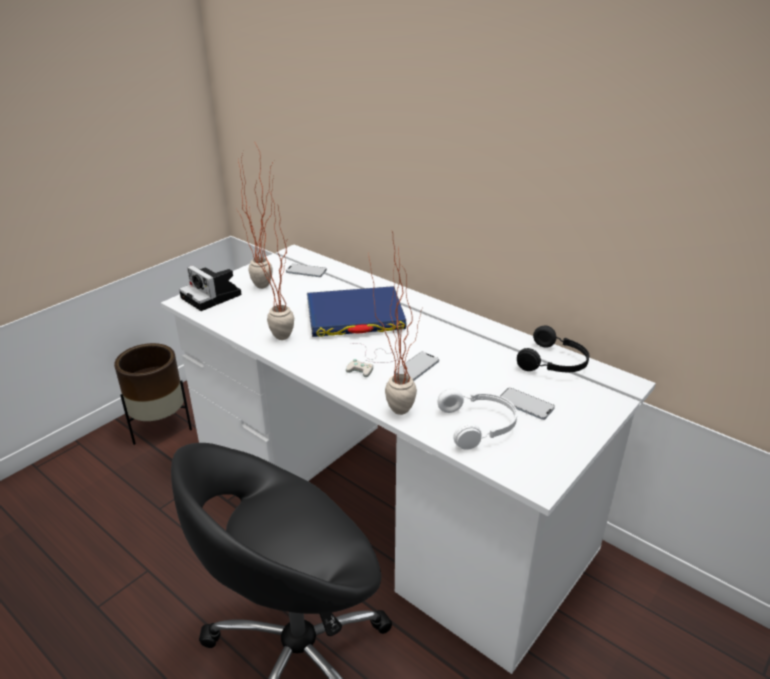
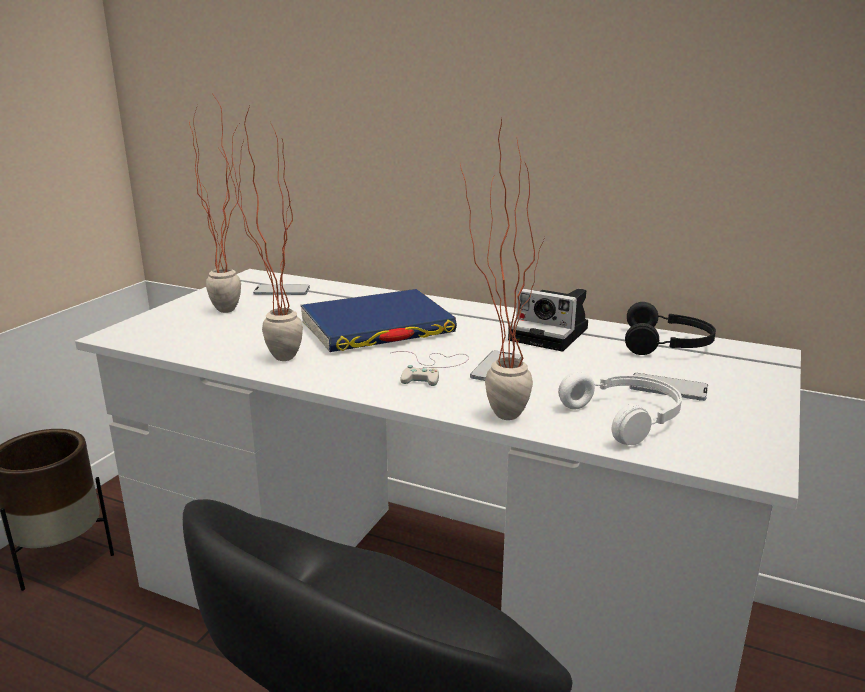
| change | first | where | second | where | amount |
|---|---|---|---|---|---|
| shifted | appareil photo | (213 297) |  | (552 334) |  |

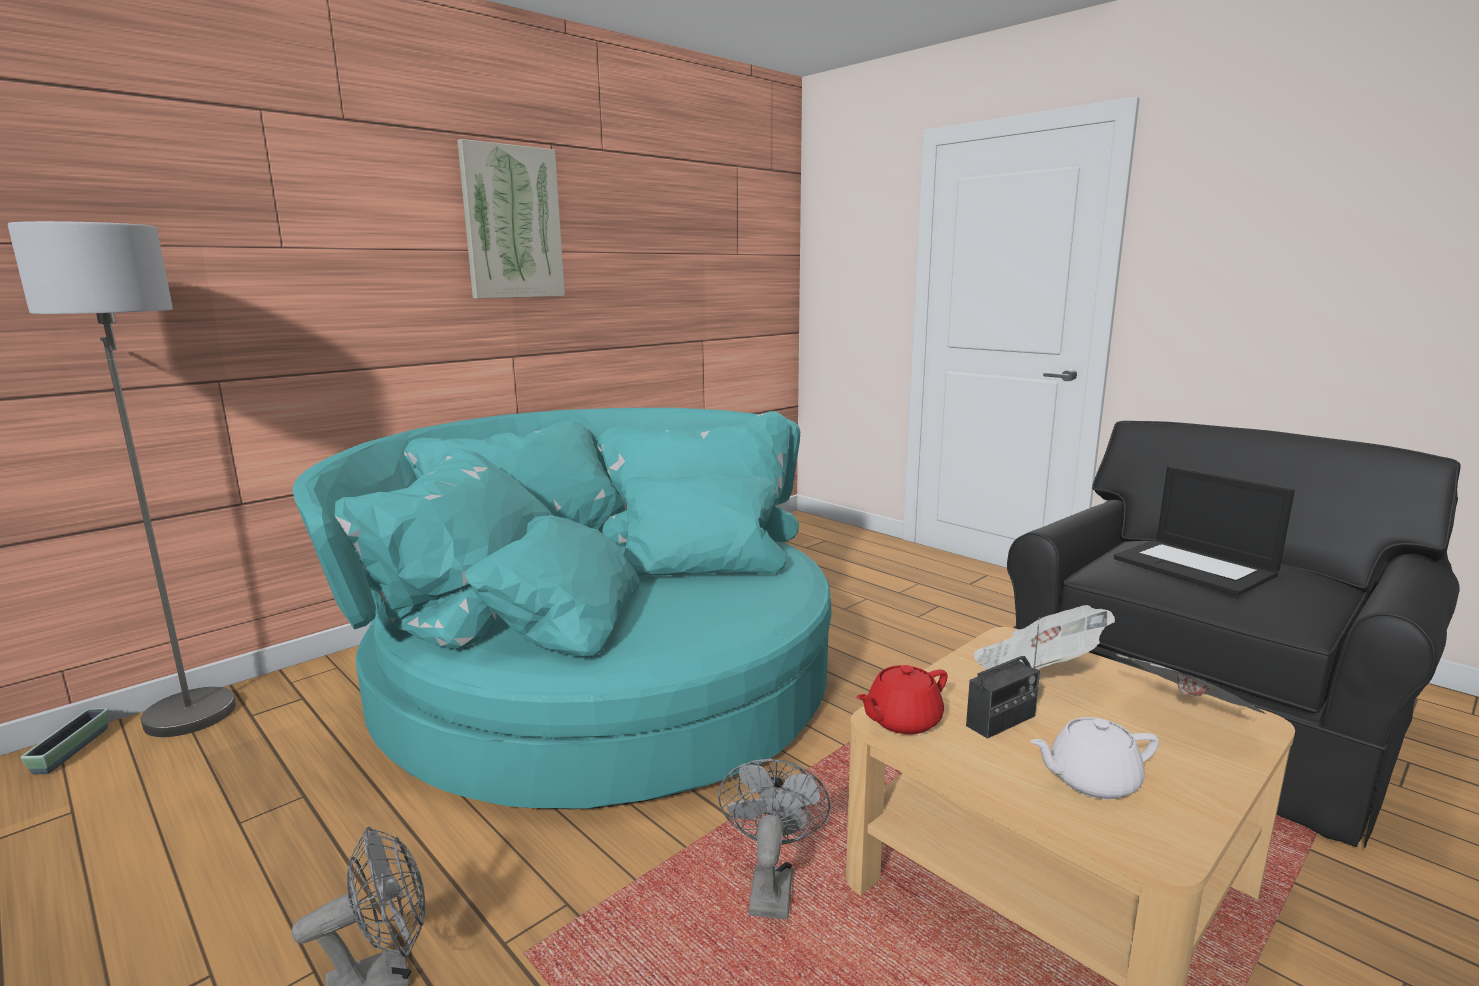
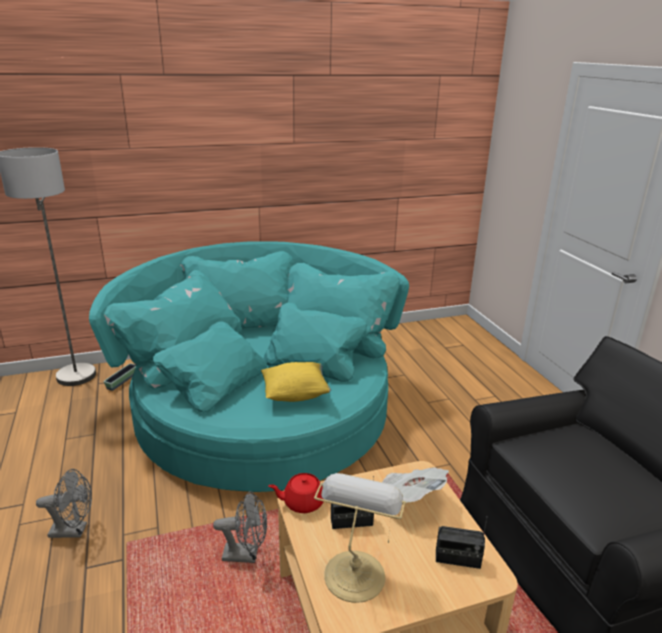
| change | first | where | second | where | amount |
|---|---|---|---|---|---|
| gone | tableau | (512 223) |  |  |  |
| gone | ordinateur portable | (1196 567) |  |  |  |
| new |  |  | coussin (jaune) | (296 394) |  |
| shifted | cache-pot | (71 750) |  | (122 381) |  |
| swapped | théière (blanc) | (1091 780) | lampe de table | (355 572) |  |
| swapped | journal | (1187 717) | radio | (457 559) |  |
| rotated | ventilateur (gris) | (771 885) |  | (246 554) | 60 degrees clockwise |

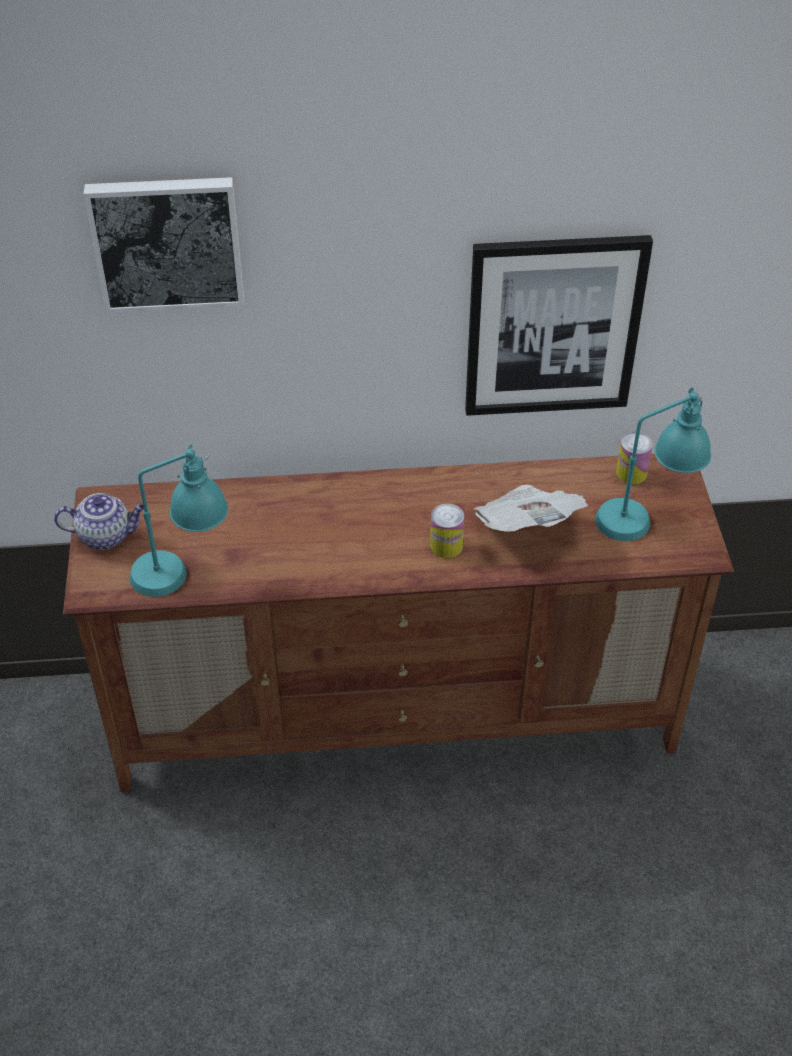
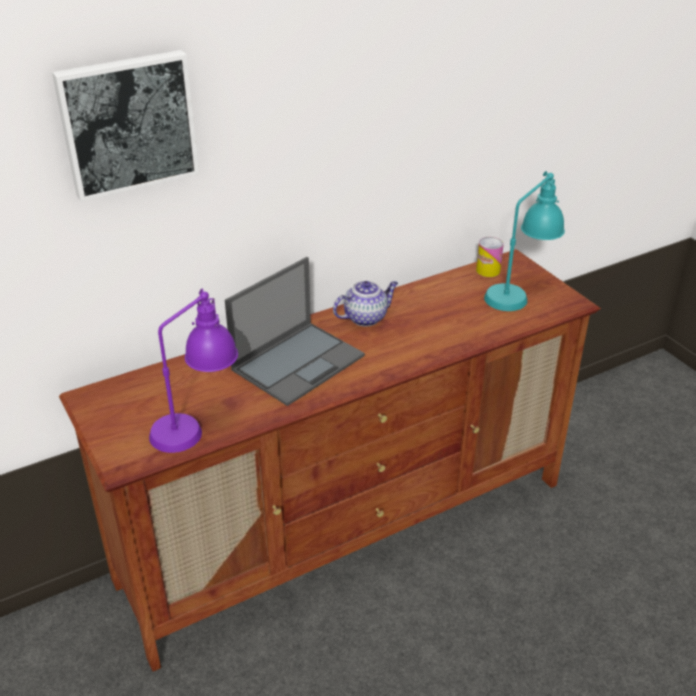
| change | first | where | second | where | amount |
|---|---|---|---|---|---|
| gone | boîte métallique | (446 545) |  |  |  |
| gone | tableau | (553 326) |  |  |  |
| gone | journal | (527 527) |  |  |  |
| new |  |  | ordinateur portable | (299 362) |  |
| shifted | théière | (106 536) |  | (366 317) |  |
| repainted | lampe de table (turquoise) | (183 573) | lampe de table (violet) | (197 427) |  |

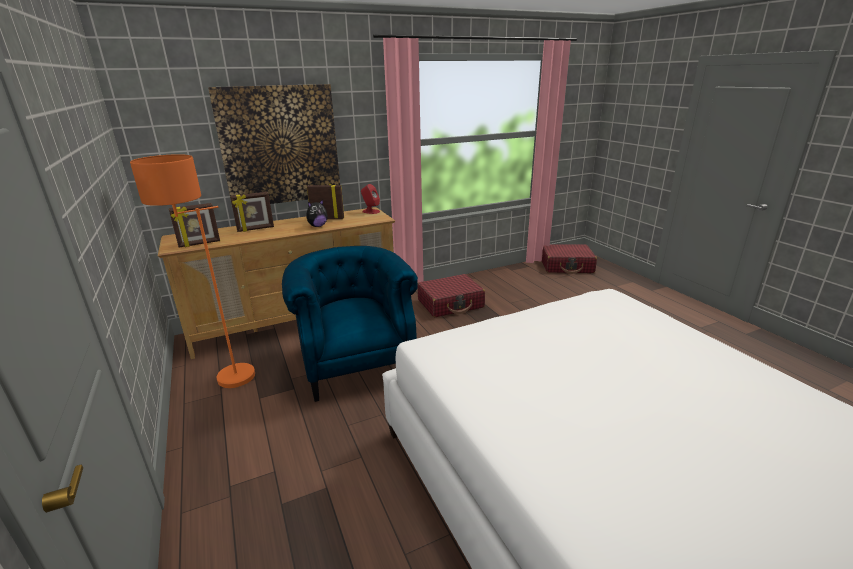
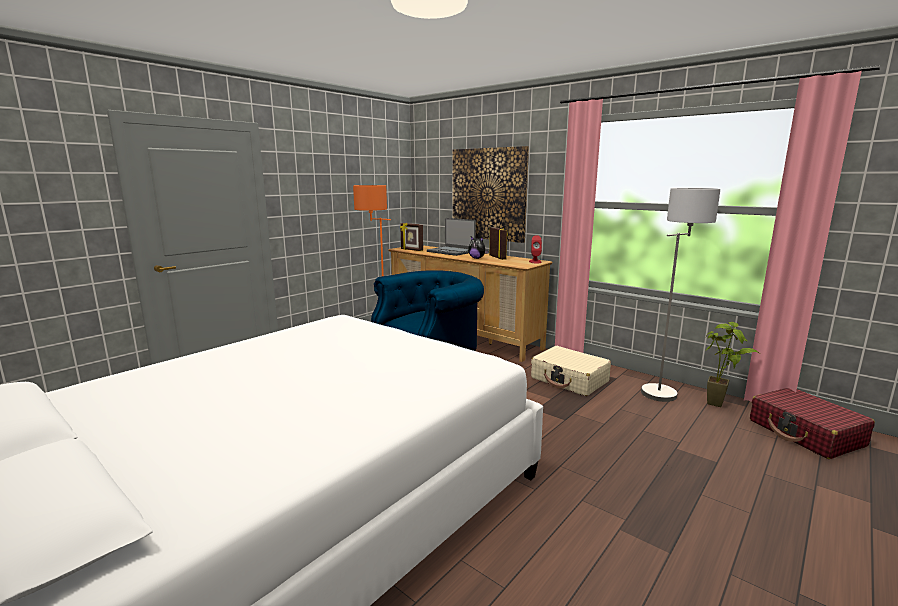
| change | first | where | second | where | amount |
|---|---|---|---|---|---|
| new |  |  | lampadaire (gris) | (665 392) |  |
| new |  |  | plante en pot | (721 406) |  |
| swapped | cadre photo | (255 229) | ordinateur portable | (451 252) |  |
| repainted | valise (rouge) | (450 304) | valise (beige) | (569 380) |  |

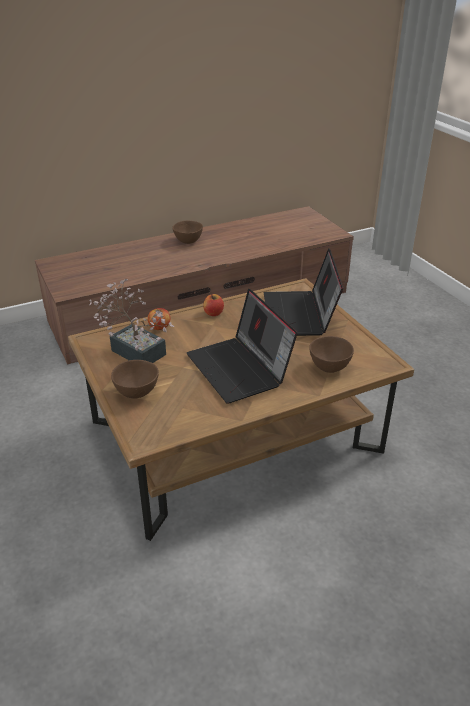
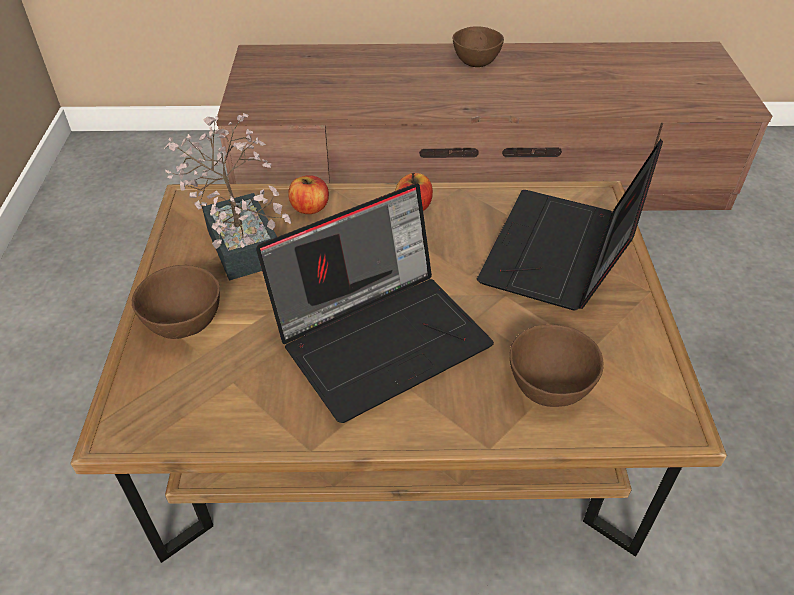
| change | first | where | second | where | amount |
|---|---|---|---|---|---|
| rotated | ordinateur portable | (240 369) |  | (382 336) | 120 degrees counterclockwise |

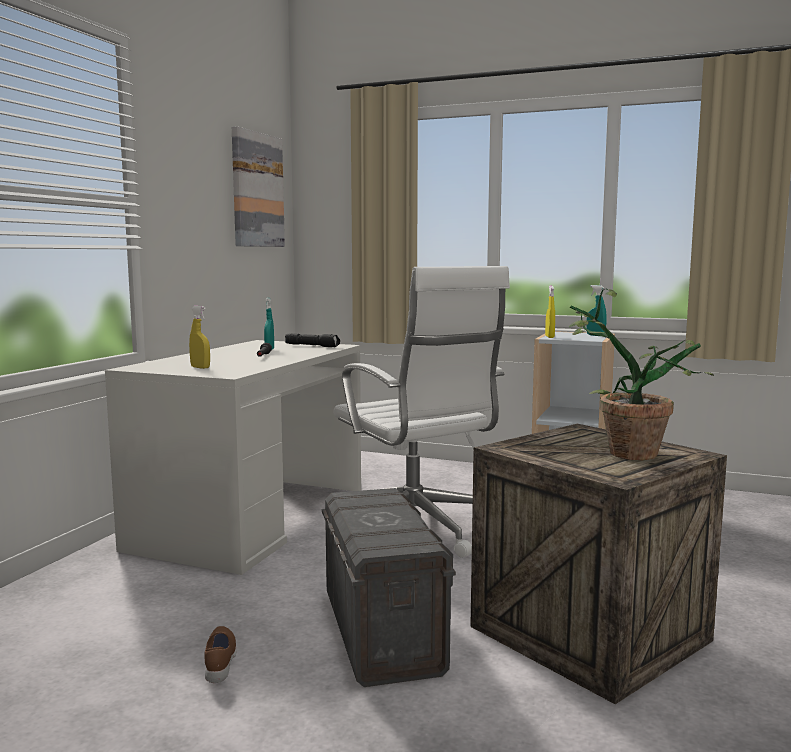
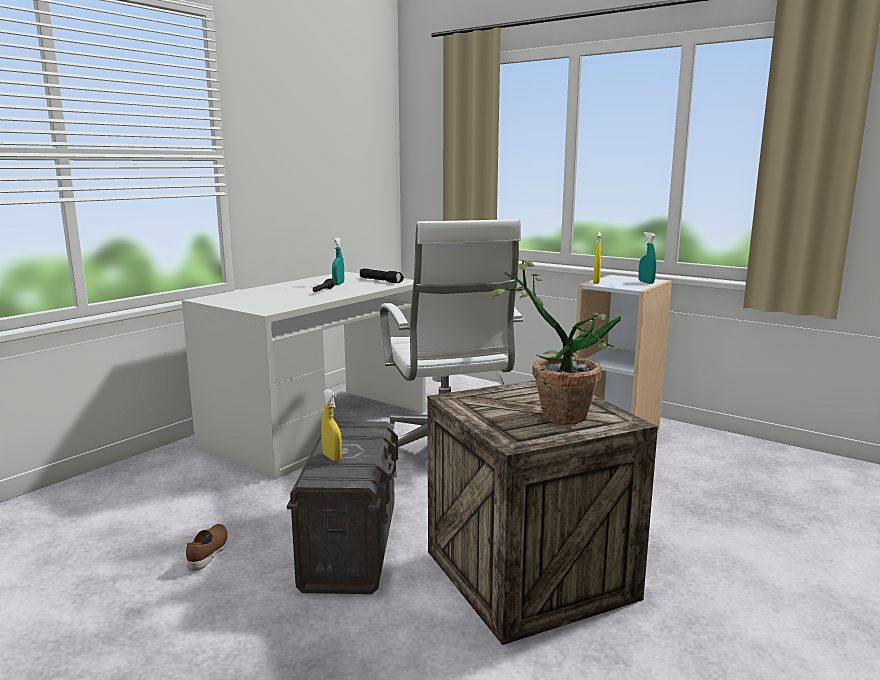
| change | first | where | second | where | amount |
|---|---|---|---|---|---|
| gone | tableau | (256 190) |  |  |  |
| shifted | vaporisateur (jaune) | (200 367) |  | (332 457) |  |

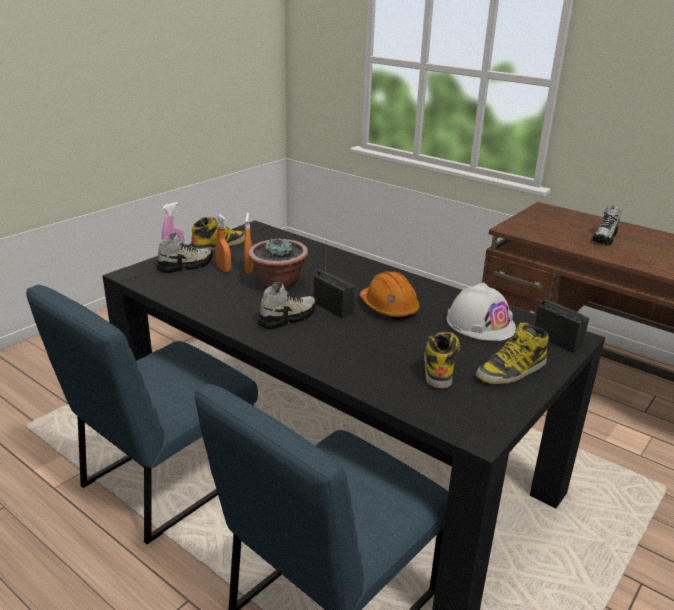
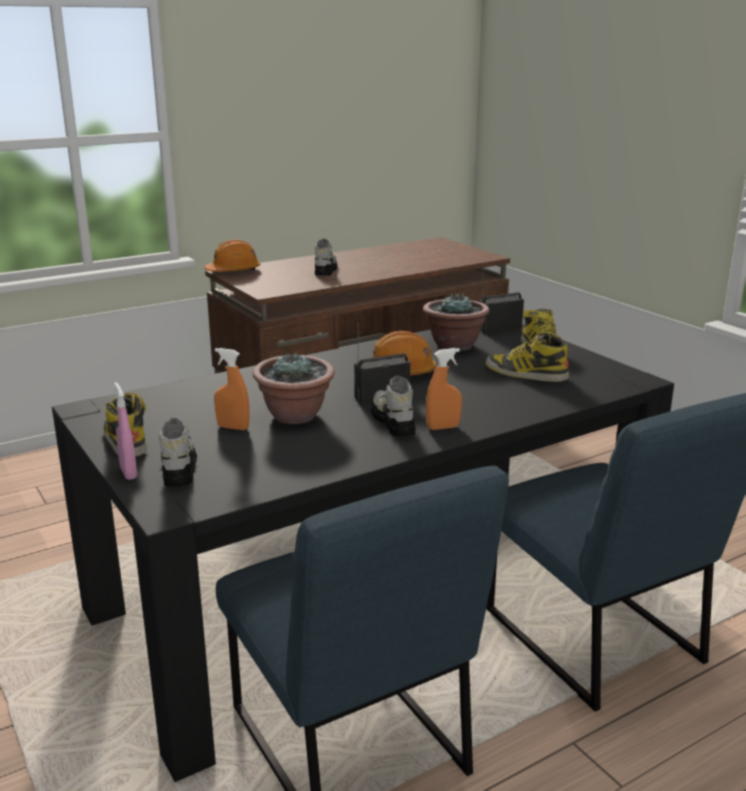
| change | first | where | second | where | amount |
|---|---|---|---|---|---|
| new |  |  | casque de chantier (orange) | (234 271) |  |
| shifted | vaporisateur (orange) | (224 269) |  | (443 427) |  |
| swapped | casque de chantier (blanc) | (480 323) | plante en pot | (454 346) |  |
| rotated | chaussure | (605 238) |  | (325 270) | 135 degrees counterclockwise |

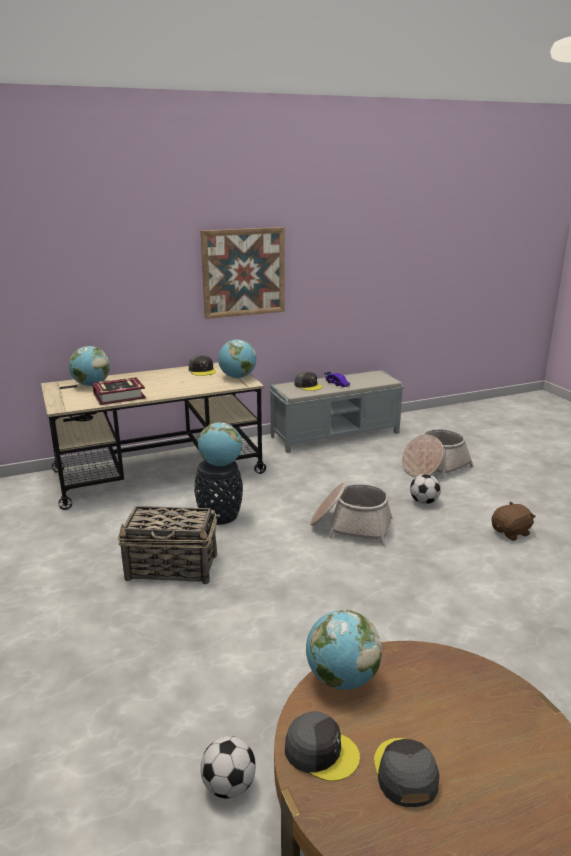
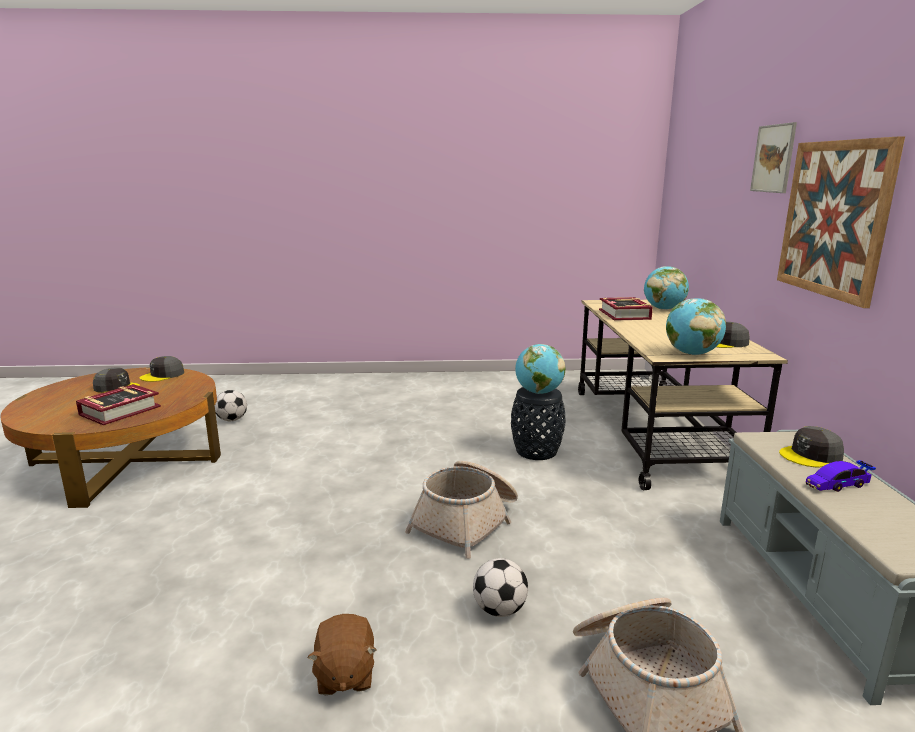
| change | first | where | second | where | amount |
|---|---|---|---|---|---|
| gone | panier | (173 567) |  |  |  |
| gone | globe | (341 679) |  |  |  |
| new |  |  | livre | (120 411) |  |
| new |  |  | tableau | (773 158) |  |

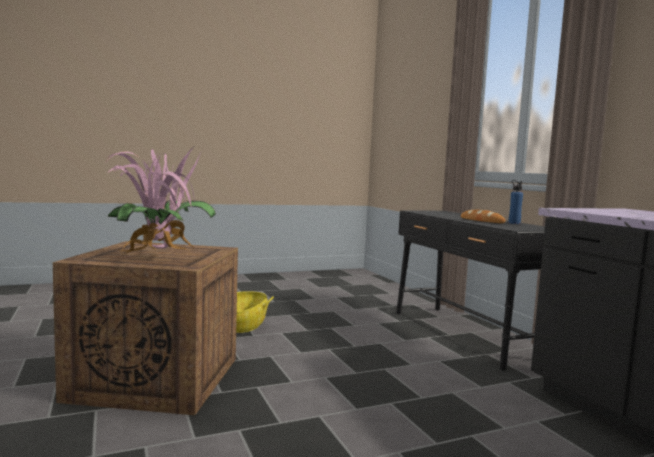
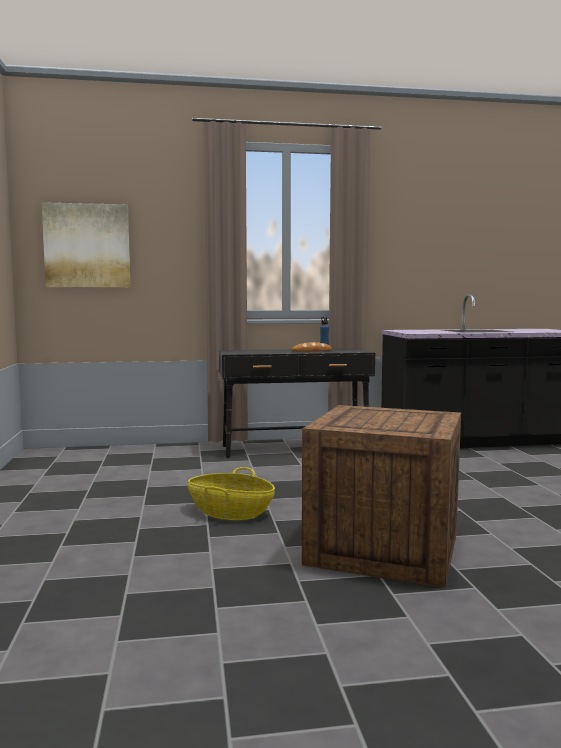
| change | first | where | second | where | amount |
|---|---|---|---|---|---|
| gone | plante en pot | (160 260) |  |  |  |
| new |  |  | tableau | (87 246) |  |

